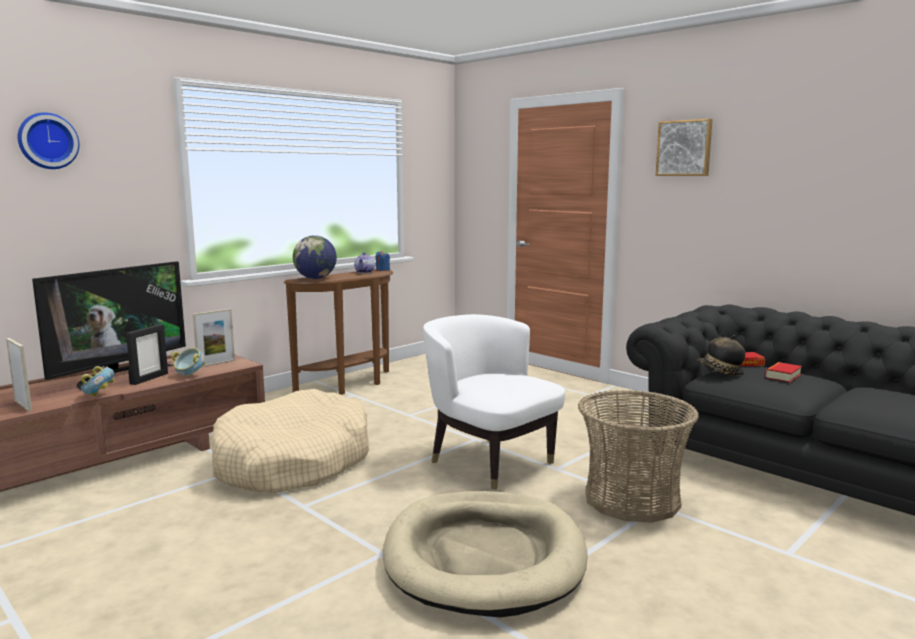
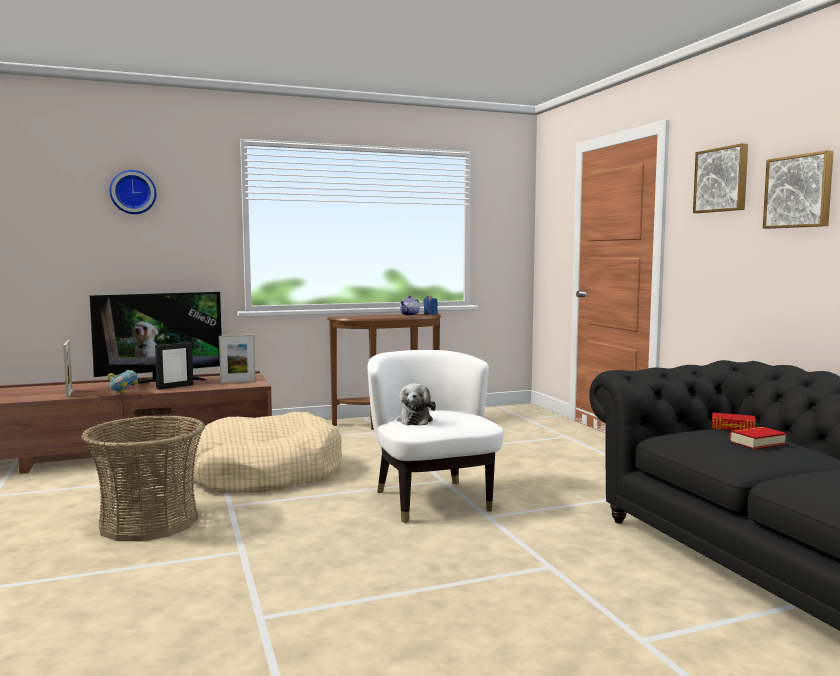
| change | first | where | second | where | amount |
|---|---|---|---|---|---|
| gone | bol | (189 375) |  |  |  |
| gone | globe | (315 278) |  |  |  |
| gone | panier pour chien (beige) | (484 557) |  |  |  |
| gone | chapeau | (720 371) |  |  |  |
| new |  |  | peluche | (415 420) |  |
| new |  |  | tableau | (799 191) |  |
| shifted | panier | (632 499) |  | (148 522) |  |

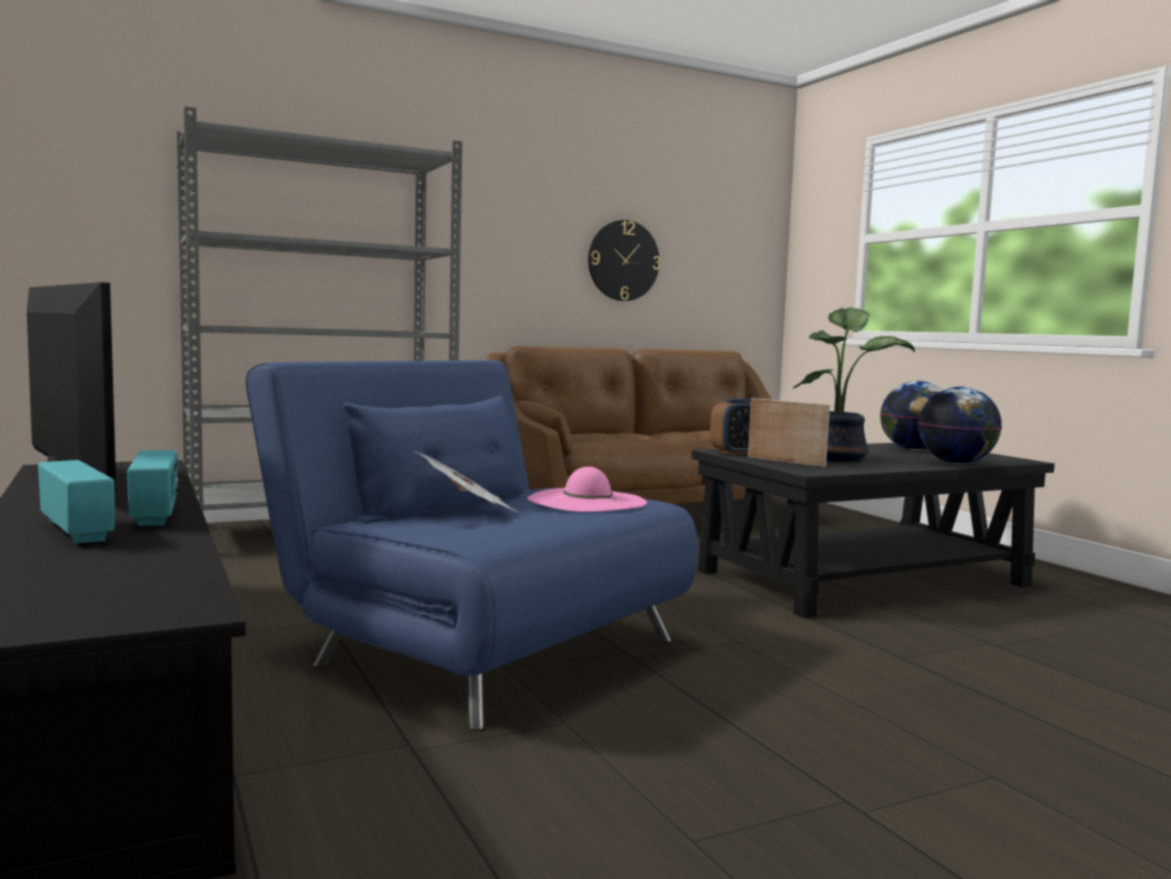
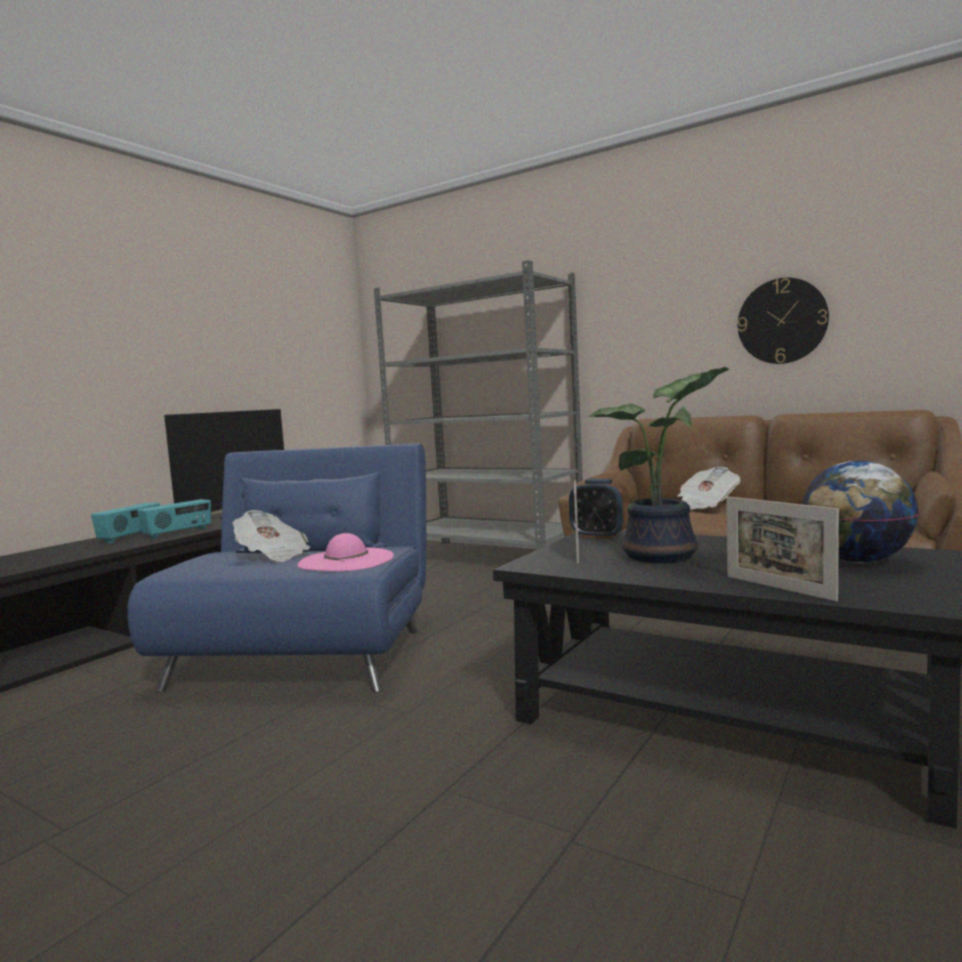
| change | first | where | second | where | amount |
|---|---|---|---|---|---|
| new |  |  | journal | (705 505) |  |
| swapped | globe | (956 463) | cadre photo | (778 588) |  |

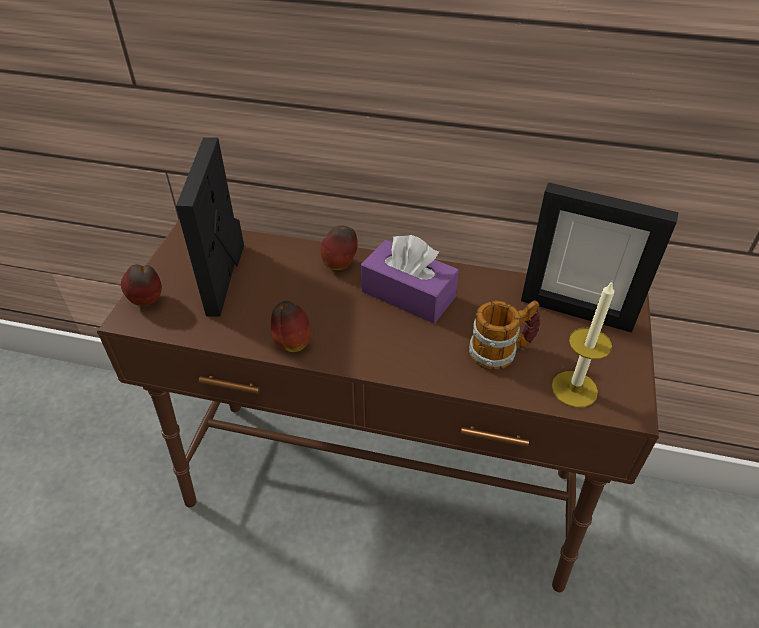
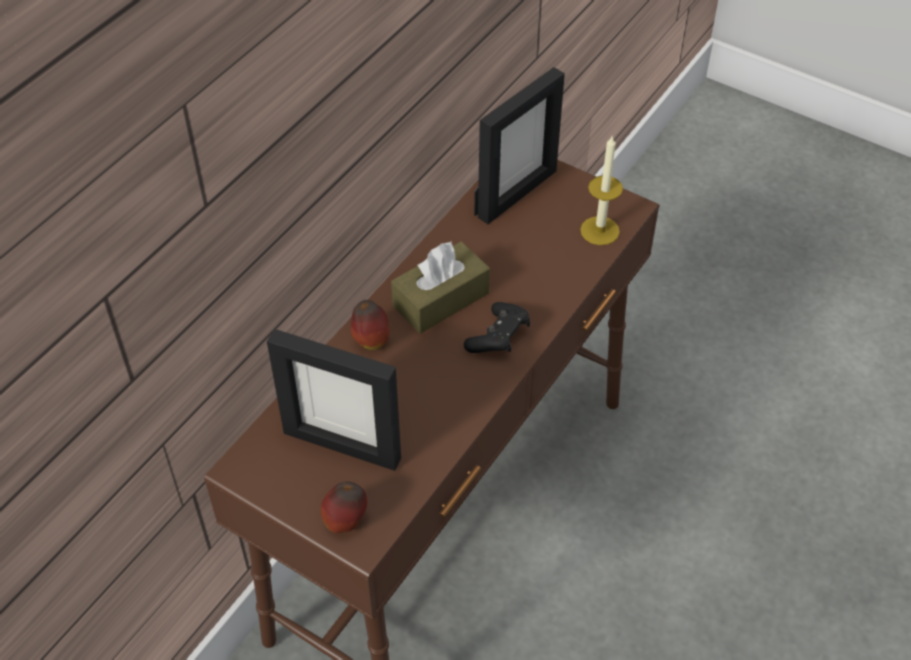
| change | first | where | second | where | amount |
|---|---|---|---|---|---|
| gone | pomme | (292 343) |  |  |  |
| gone | mug | (501 351) |  |  |  |
| new |  |  | manette (noir) | (498 338) |  |
| repainted | boîte à mouchoirs (violet) | (408 294) | boîte à mouchoirs (marron) | (441 299) |  |

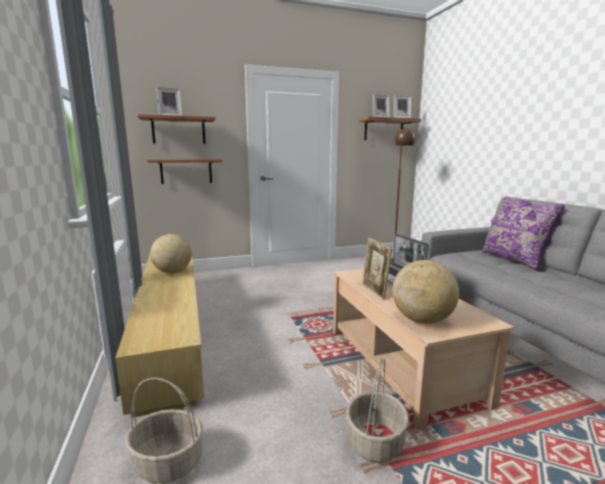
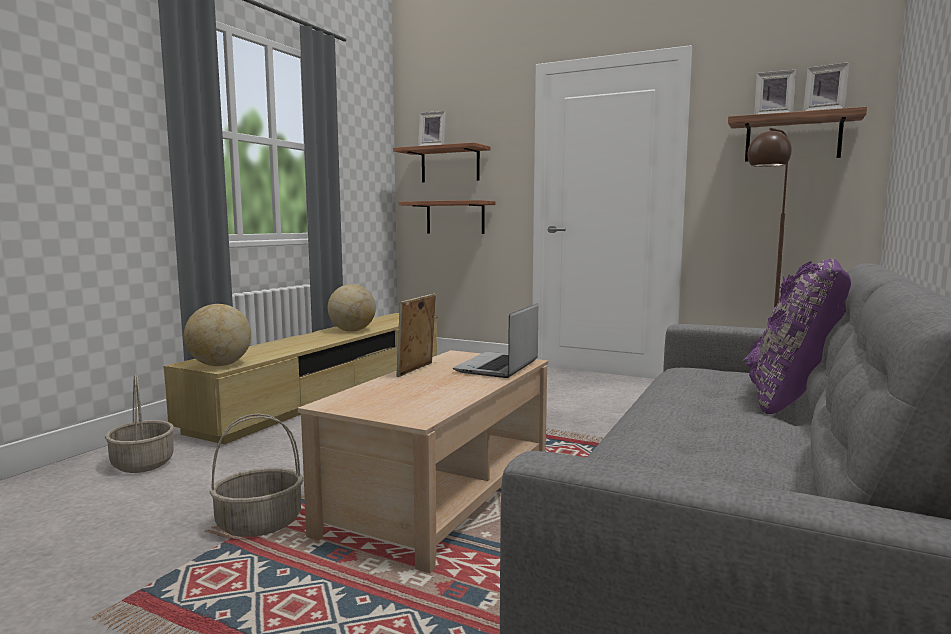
| change | first | where | second | where | amount |
|---|---|---|---|---|---|
| shifted | globe | (422 320) |  | (220 365) |  |

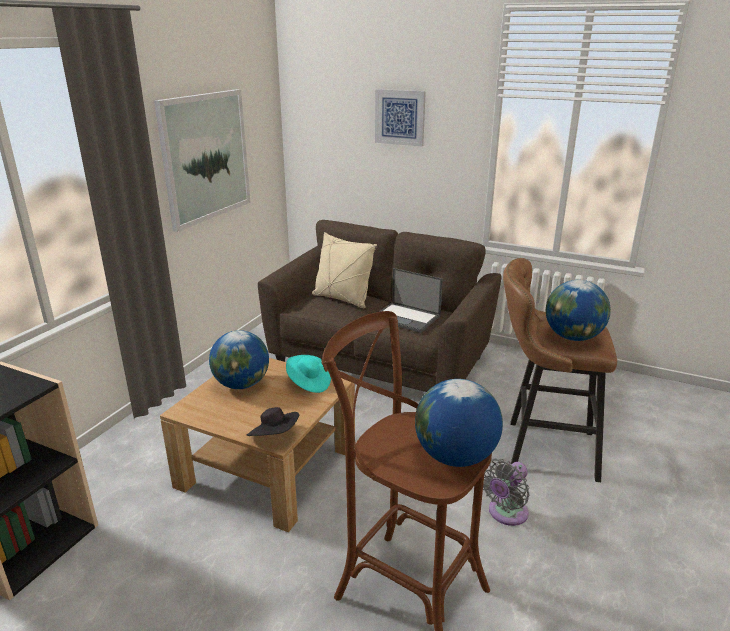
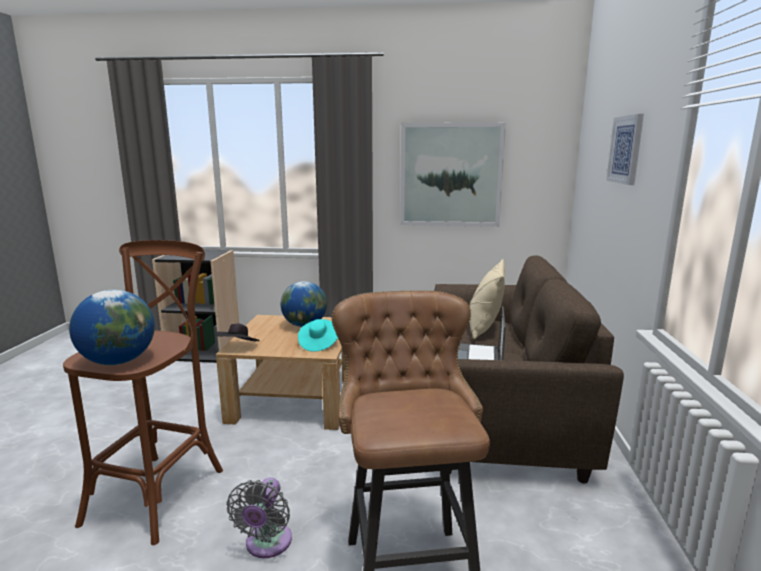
| change | first | where | second | where | amount |
|---|---|---|---|---|---|
| gone | globe | (573 337) |  |  |  |
| rotated | ventilateur (gris) | (505 513) |  | (266 544) | 105 degrees counterclockwise |

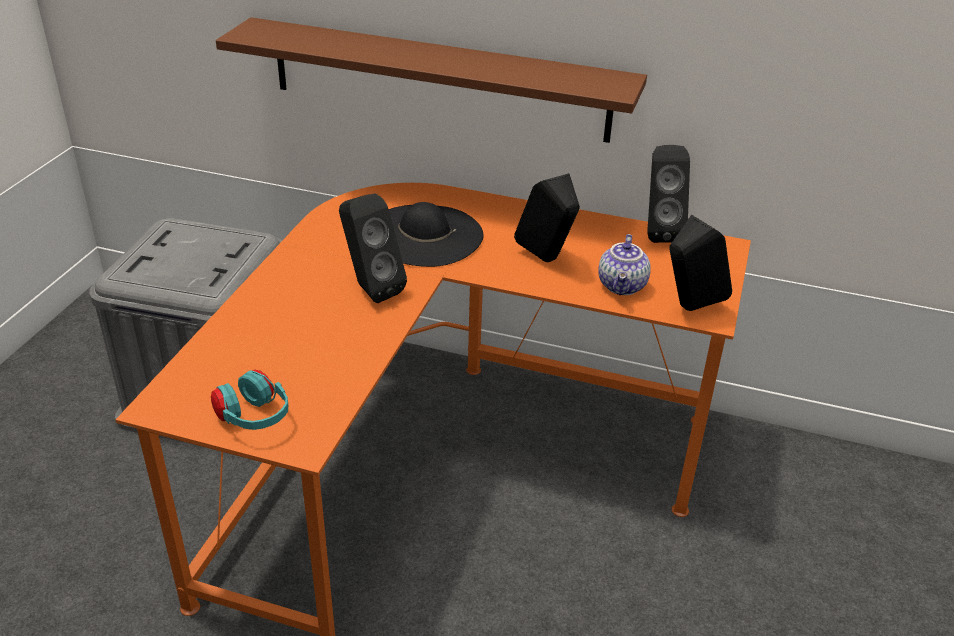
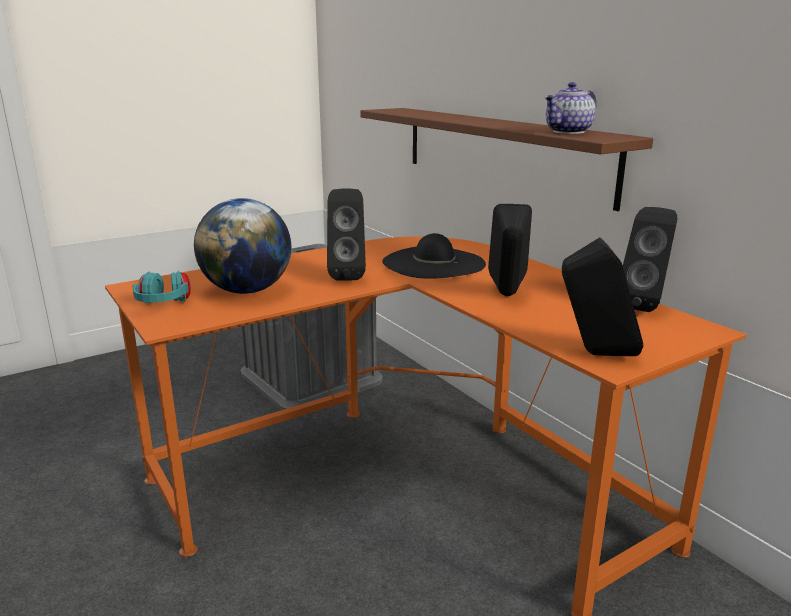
| change | first | where | second | where | amount |
|---|---|---|---|---|---|
| new |  |  | globe | (247 290) |  |
| shifted | théière | (623 286) |  | (569 132) |  |

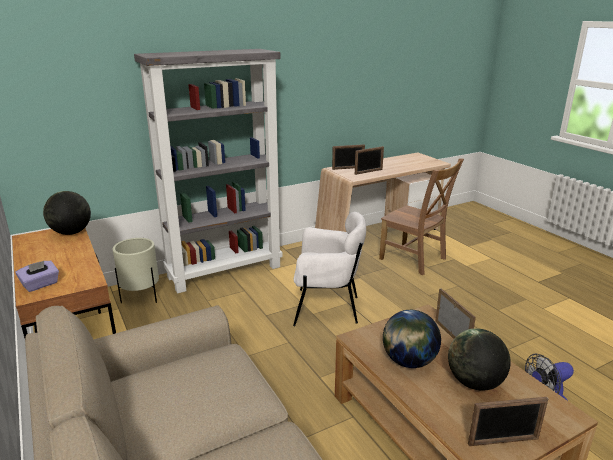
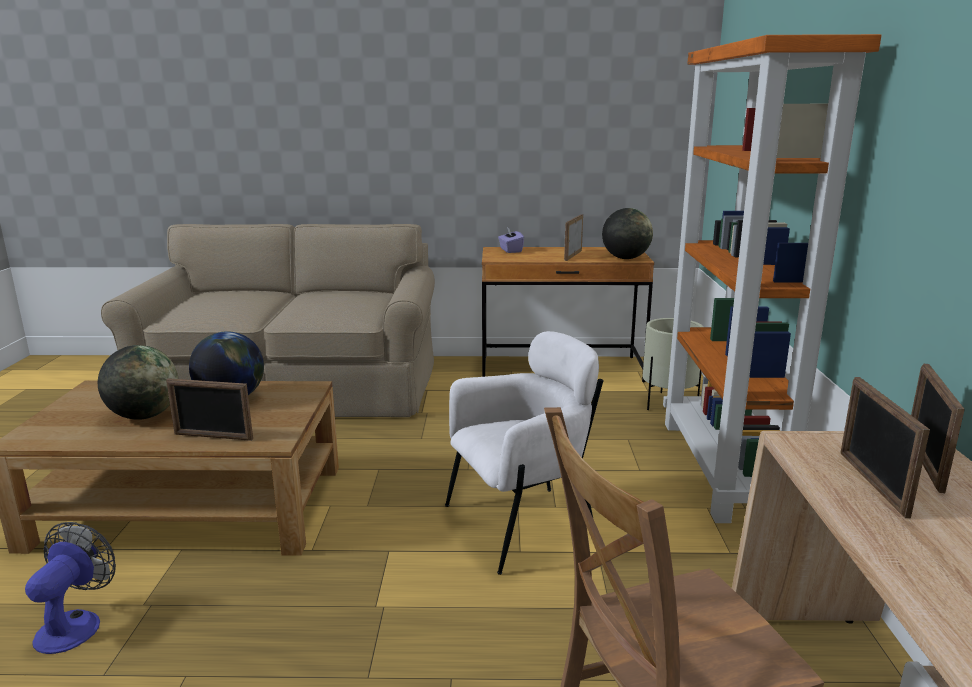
| change | first | where | second | where | amount |
|---|---|---|---|---|---|
| shifted | cadre photo | (503 442) |  | (573 255) |  |
| repainted | bibliothèque (gris) | (225 271) | bibliothèque (orange) | (722 468) |  |
| rotated | fauteuil (blanc) | (326 308) |  | (522 523) | 150 degrees counterclockwise |

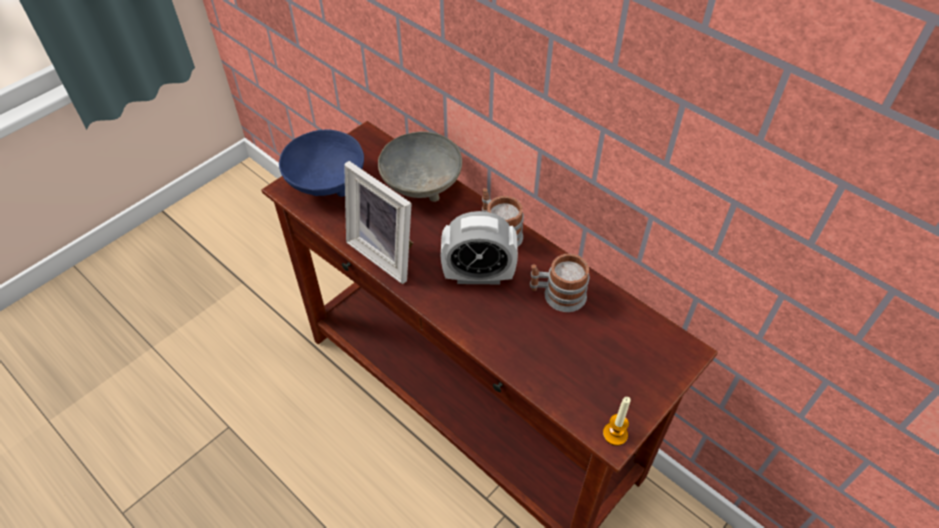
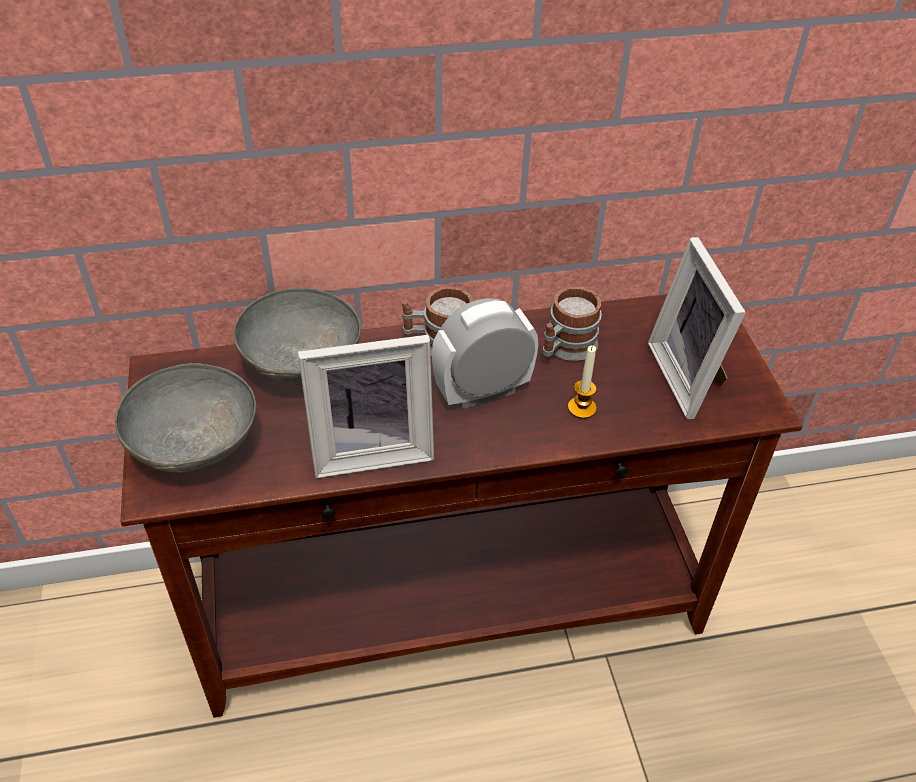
| change | first | where | second | where | amount |
|---|---|---|---|---|---|
| new |  |  | cadre photo | (689 377) |  |
| shifted | bougie | (615 434) |  | (581 408) |  |
| repainted | bol (bleu) | (326 184) | bol (gris) | (193 449) |  |
| rotated | réveil | (478 275) |  | (483 391) | 150 degrees counterclockwise |

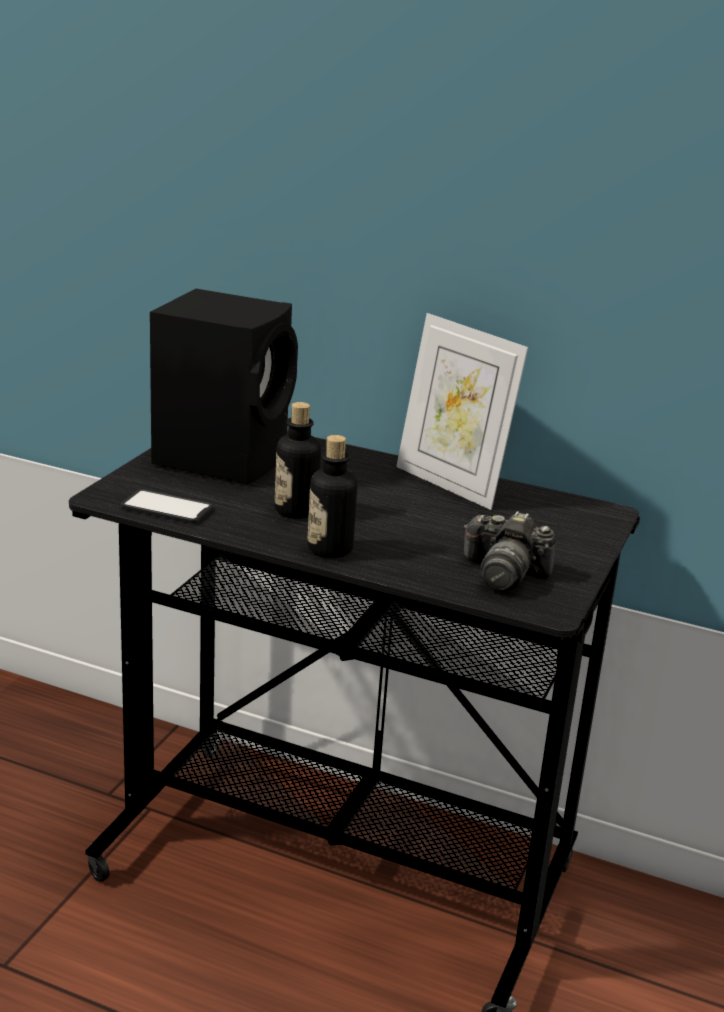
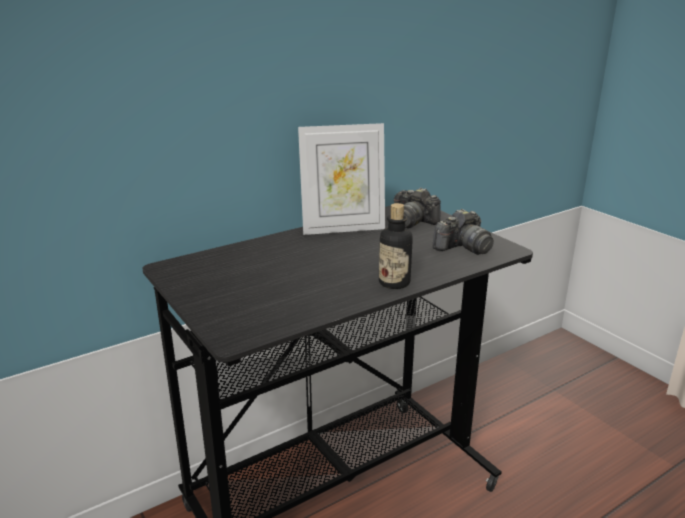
| change | first | where | second | where | amount |
|---|---|---|---|---|---|
| gone | téléphone | (166 508) |  |  |  |
| gone | enceinte (noir) | (224 457) |  |  |  |
| gone | bouteille | (296 510) |  |  |  |
| new |  |  | appareil photo | (412 222) |  |

